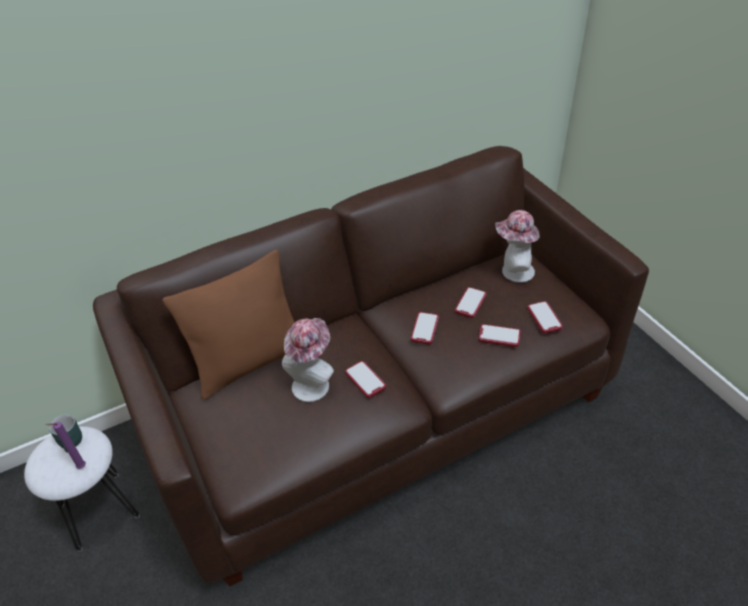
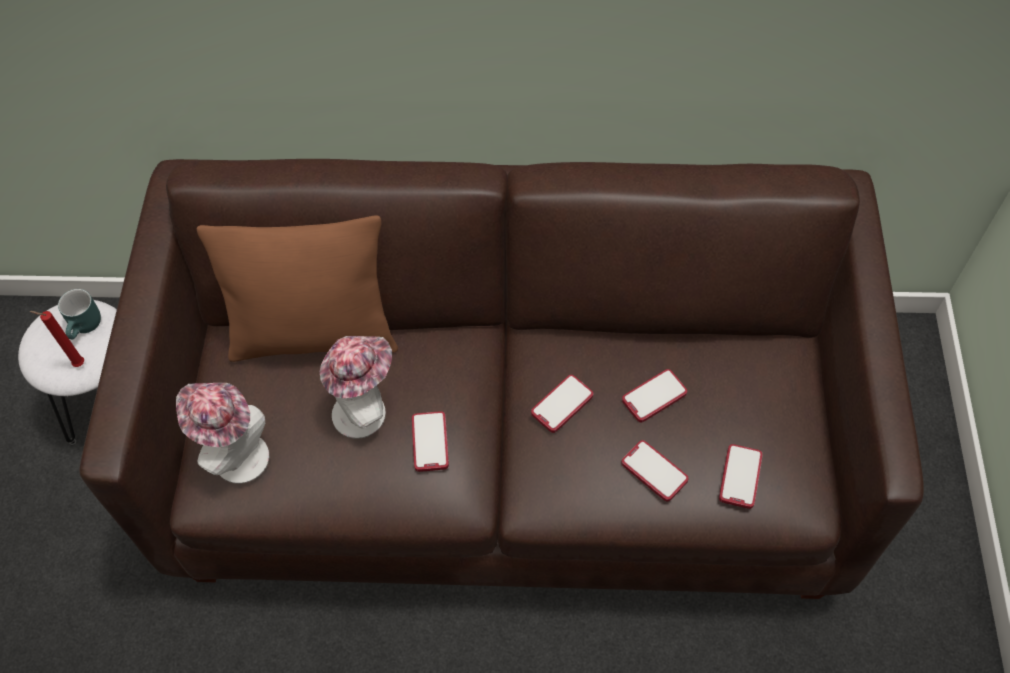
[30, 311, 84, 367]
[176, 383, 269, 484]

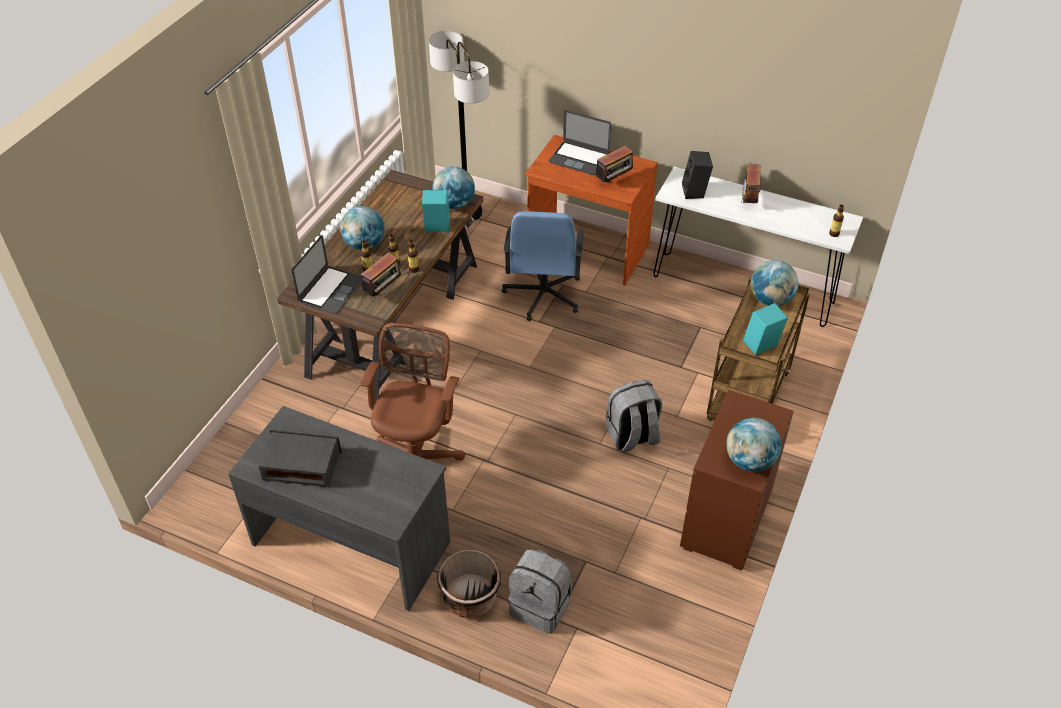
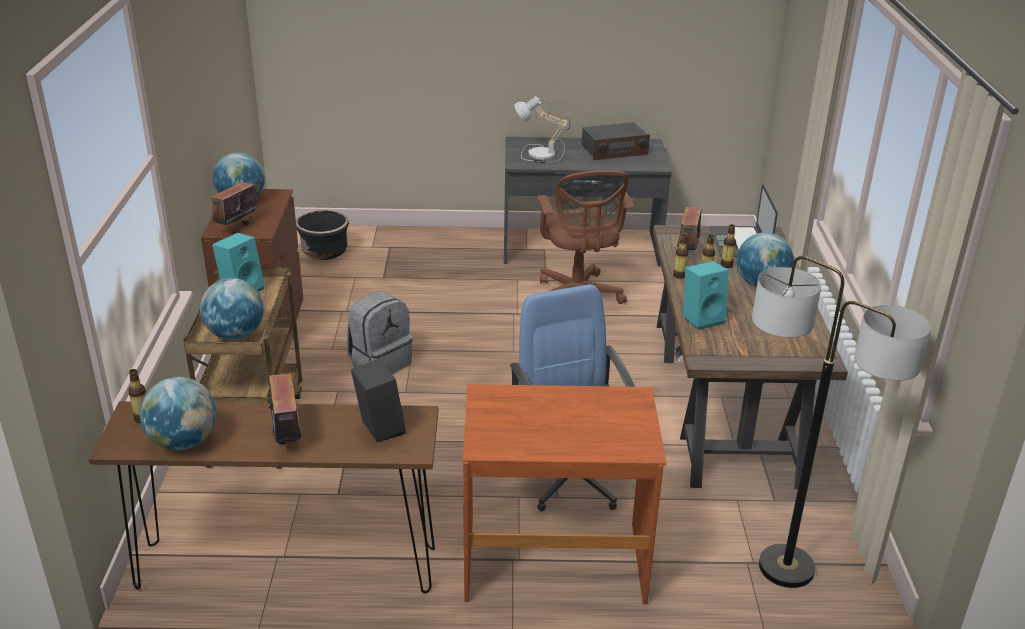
[140, 377, 216, 450]
[296, 210, 349, 260]
[508, 549, 572, 634] (first image)
[548, 110, 612, 175] (first image)
[212, 182, 261, 226]
[89, 401, 438, 593]
[514, 96, 570, 163]

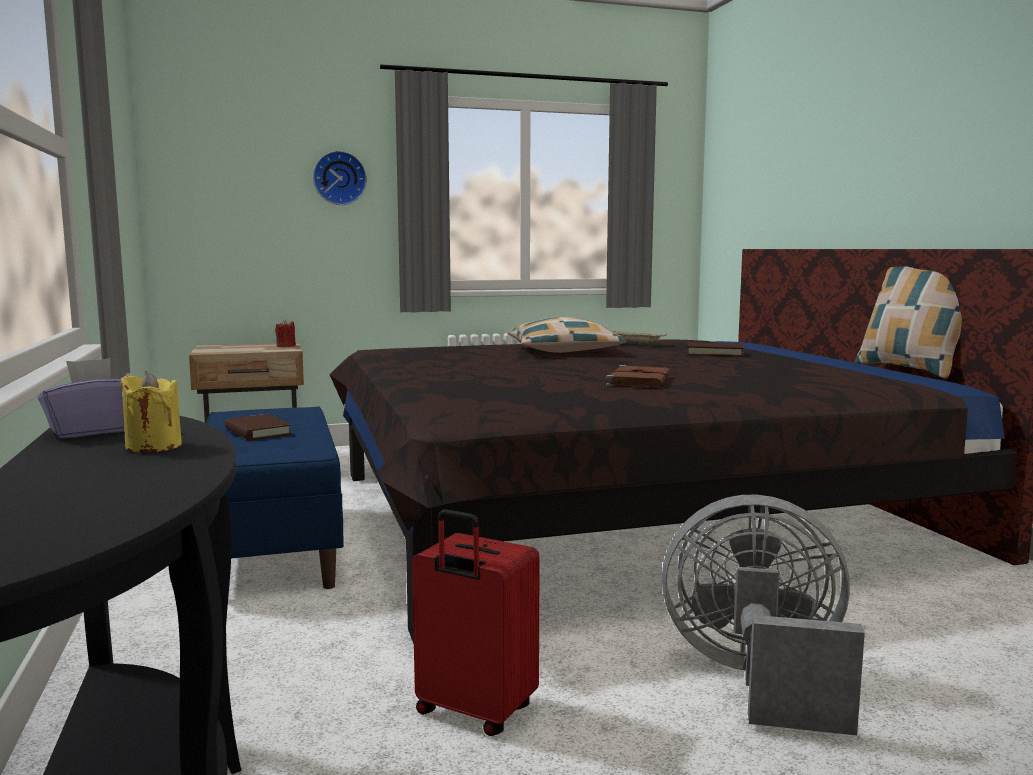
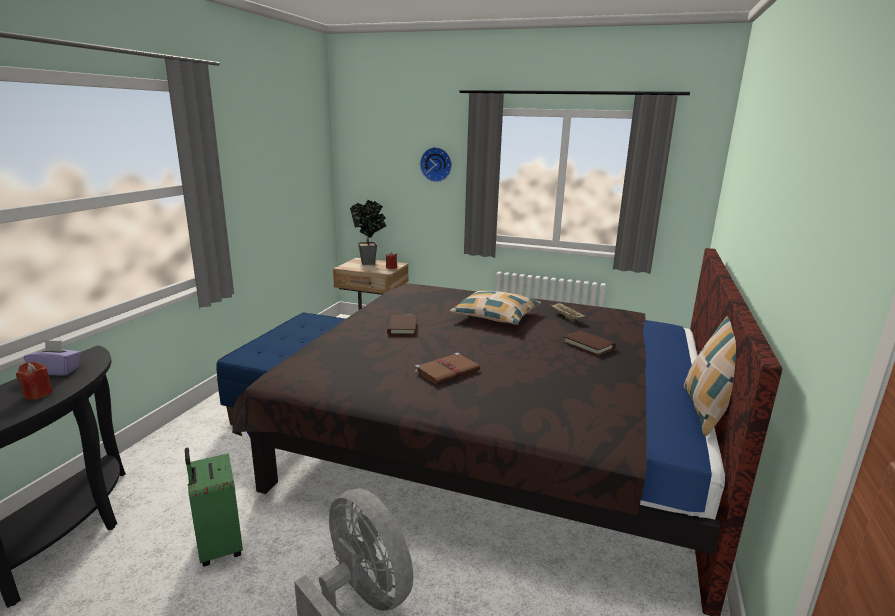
[16, 361, 53, 400]
[387, 315, 417, 335]
[185, 448, 243, 567]
[350, 200, 386, 265]

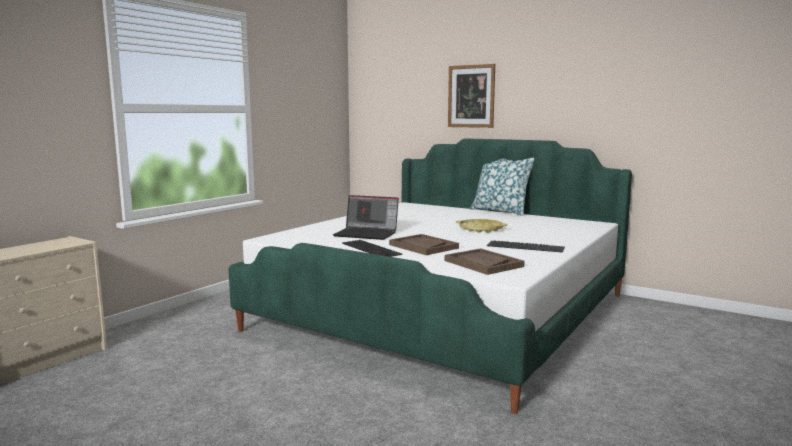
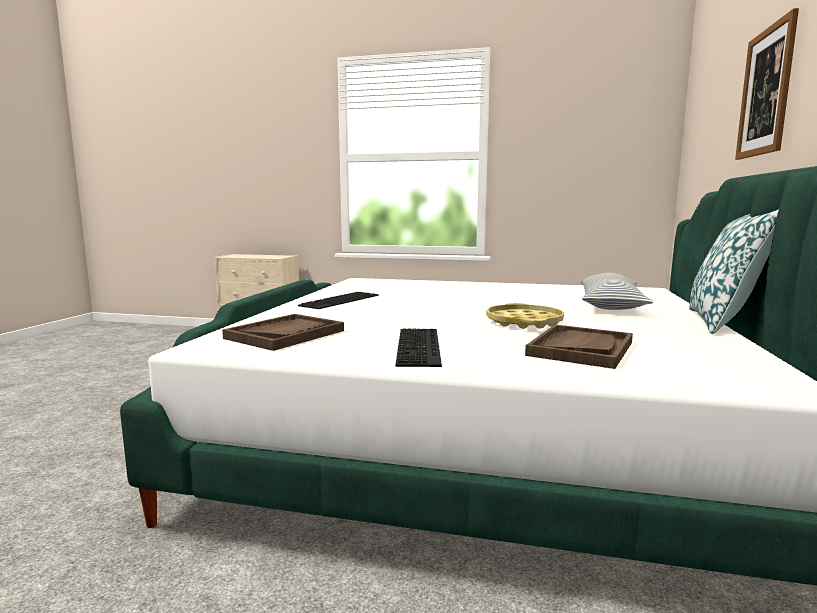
[333, 195, 399, 240] (first image)
[525, 325, 633, 369]
[580, 273, 653, 310]

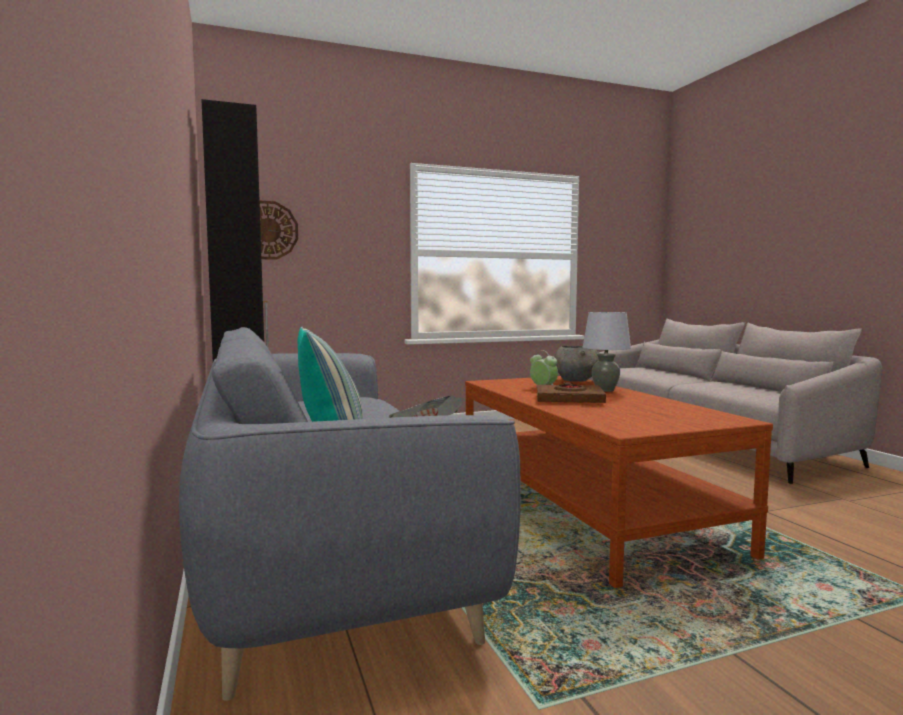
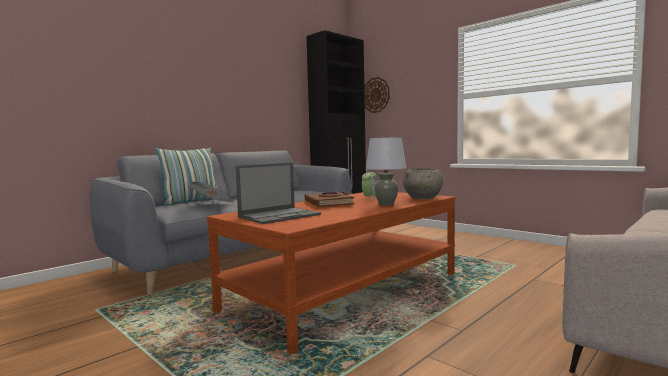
[235, 163, 321, 224]

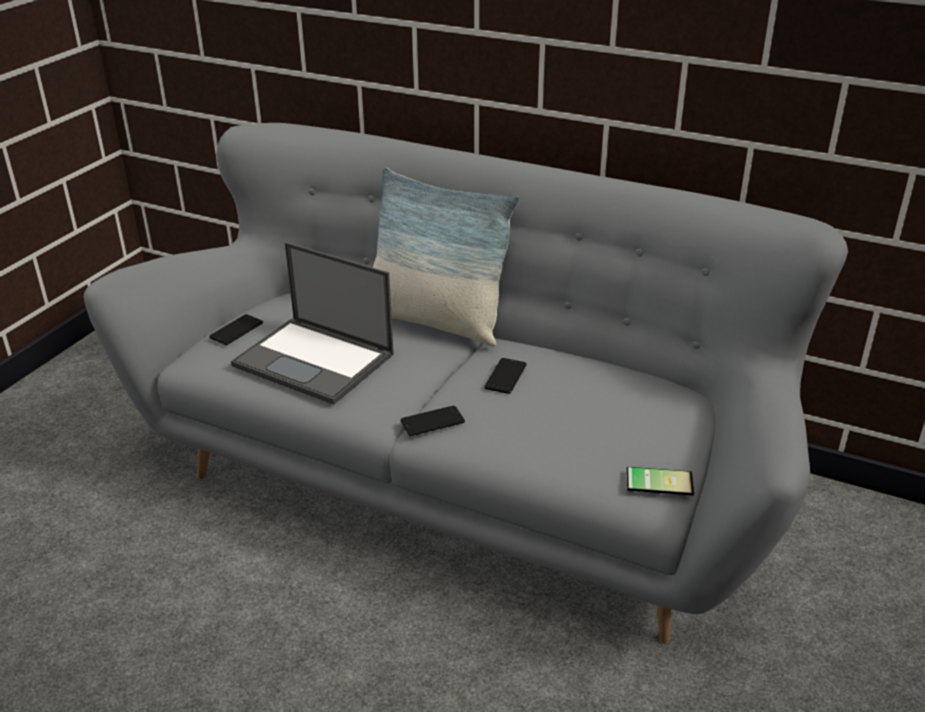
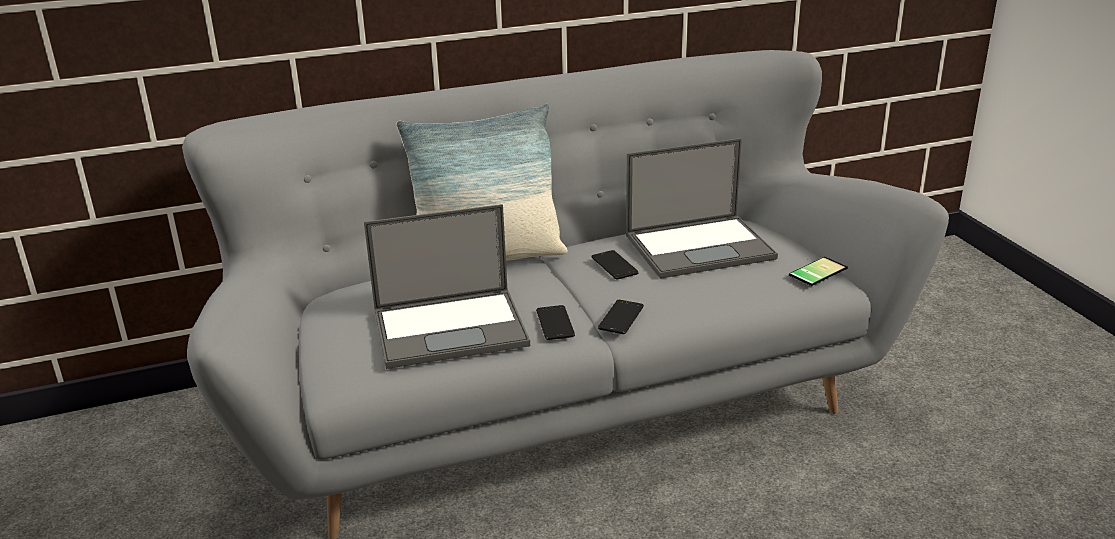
[536, 305, 575, 340]
[626, 138, 778, 279]

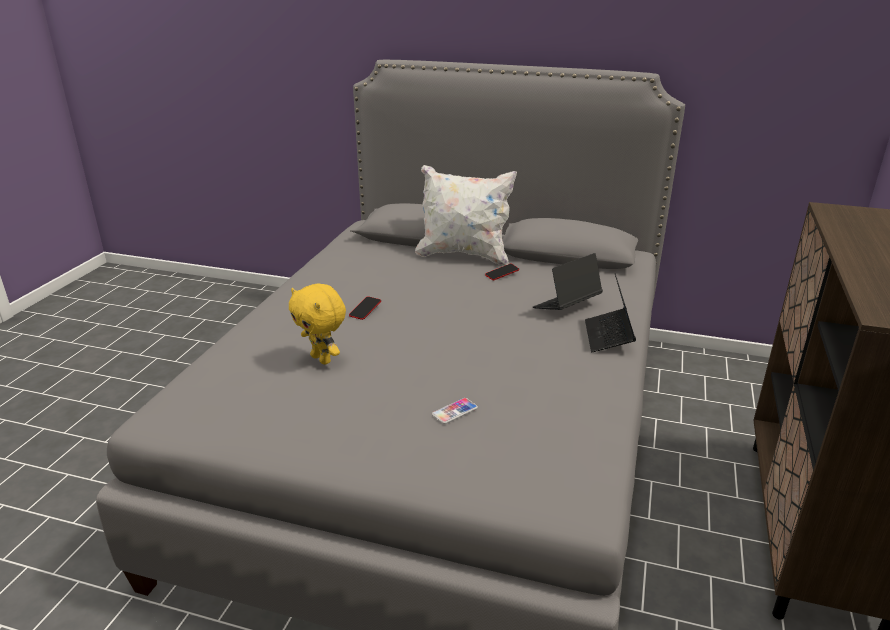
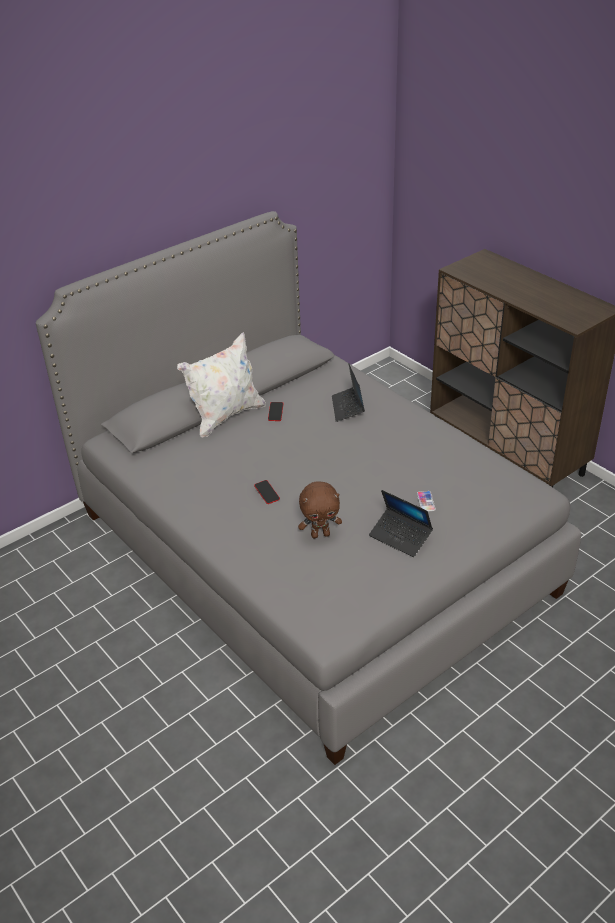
[298, 481, 342, 538]
[369, 490, 433, 557]

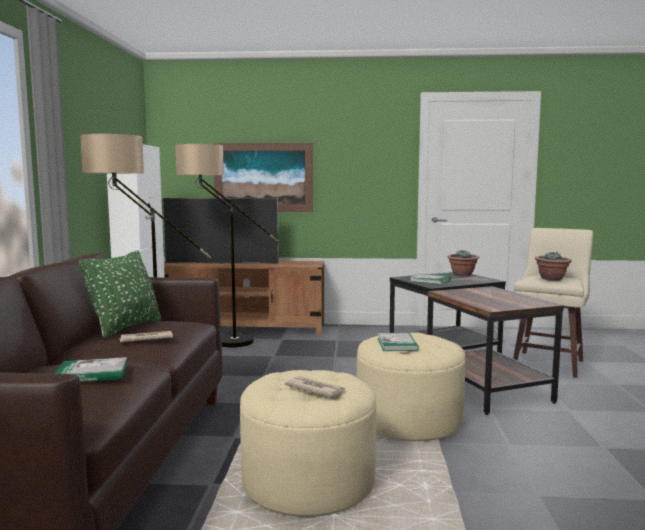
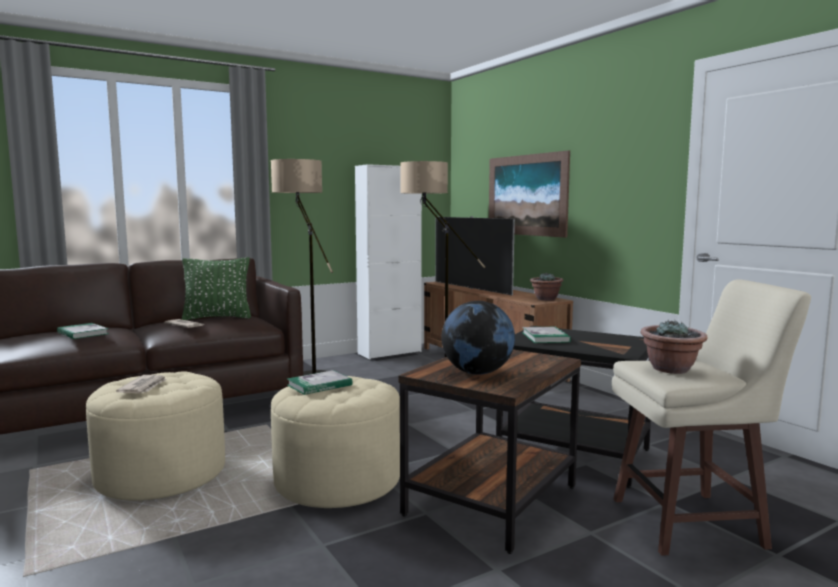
[530, 272, 564, 301]
[441, 301, 515, 375]

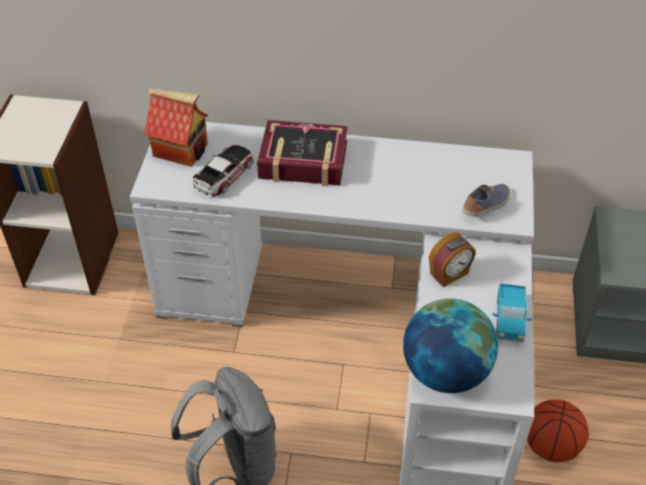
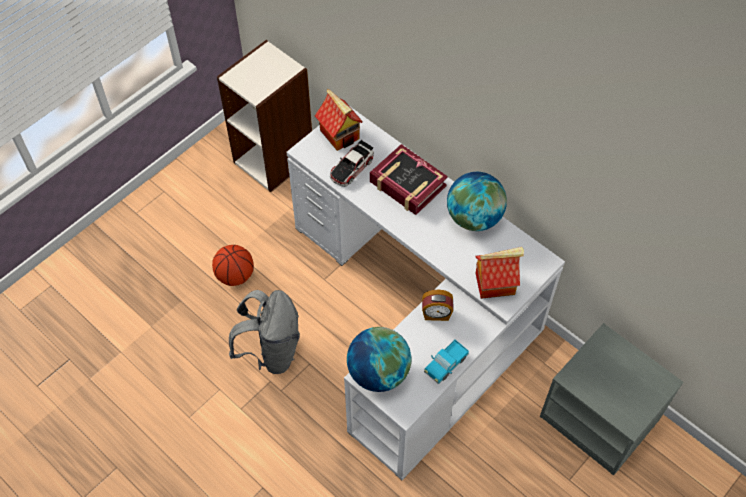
[330, 140, 374, 187]
[476, 247, 524, 299]
[212, 245, 254, 286]
[447, 172, 507, 231]

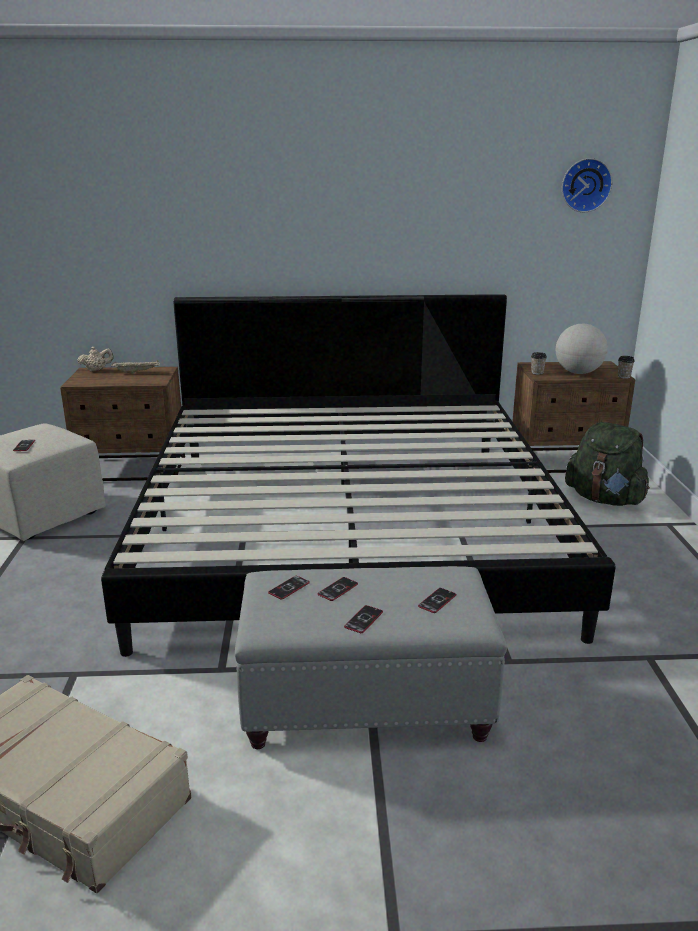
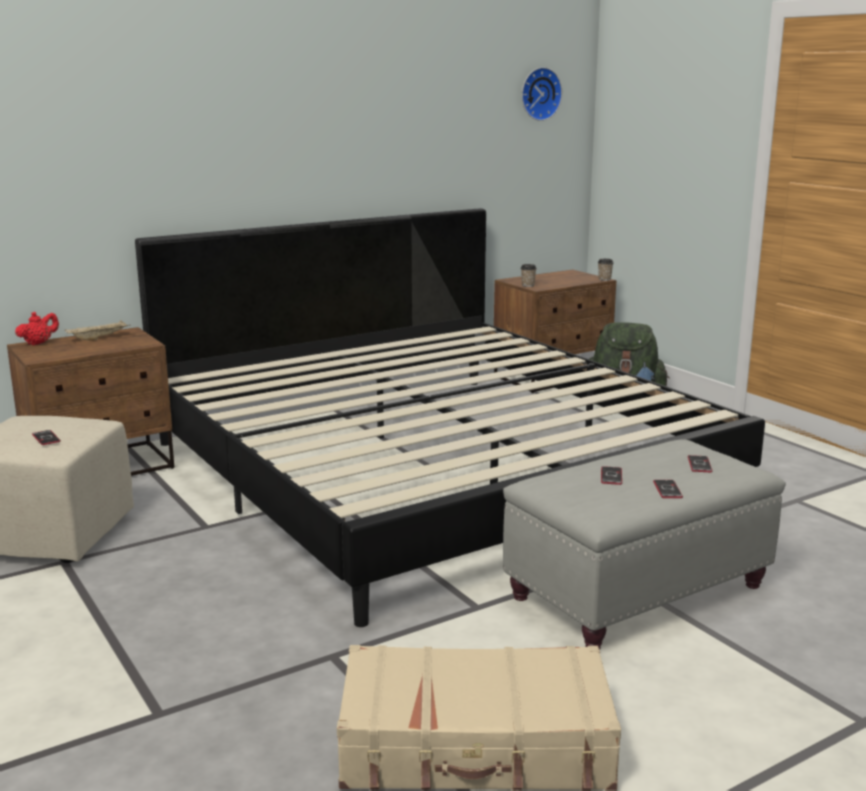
[15, 312, 59, 346]
[268, 576, 310, 600] (first image)
[556, 324, 608, 374] (first image)

